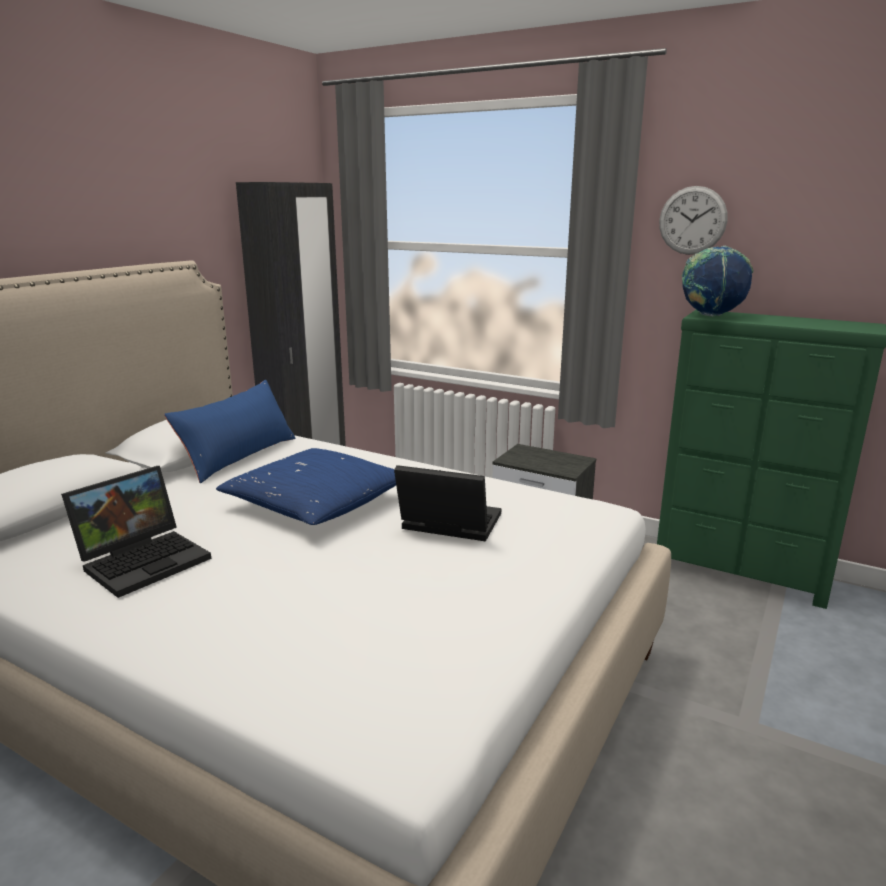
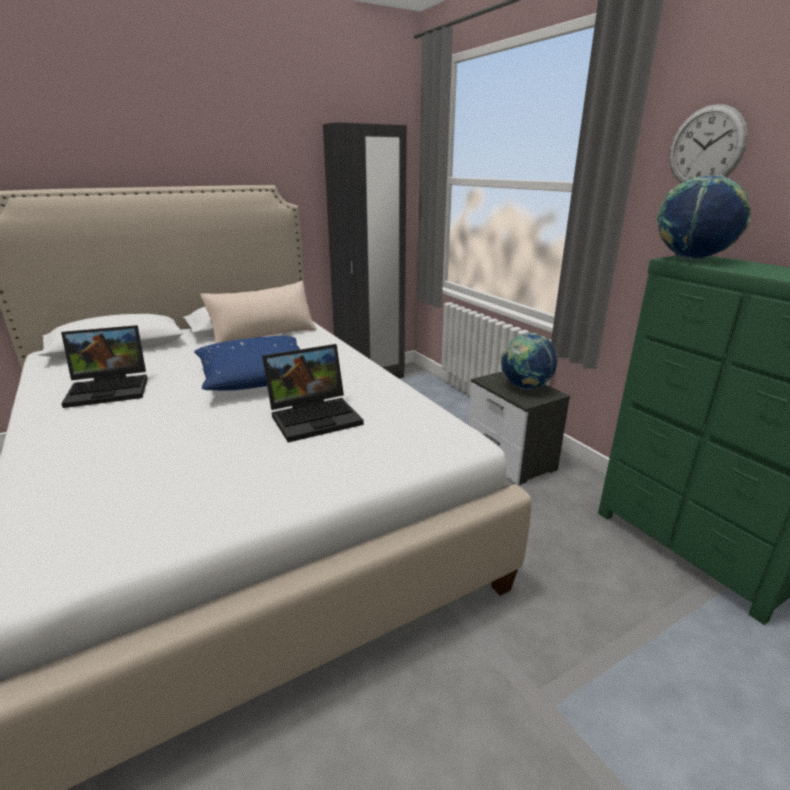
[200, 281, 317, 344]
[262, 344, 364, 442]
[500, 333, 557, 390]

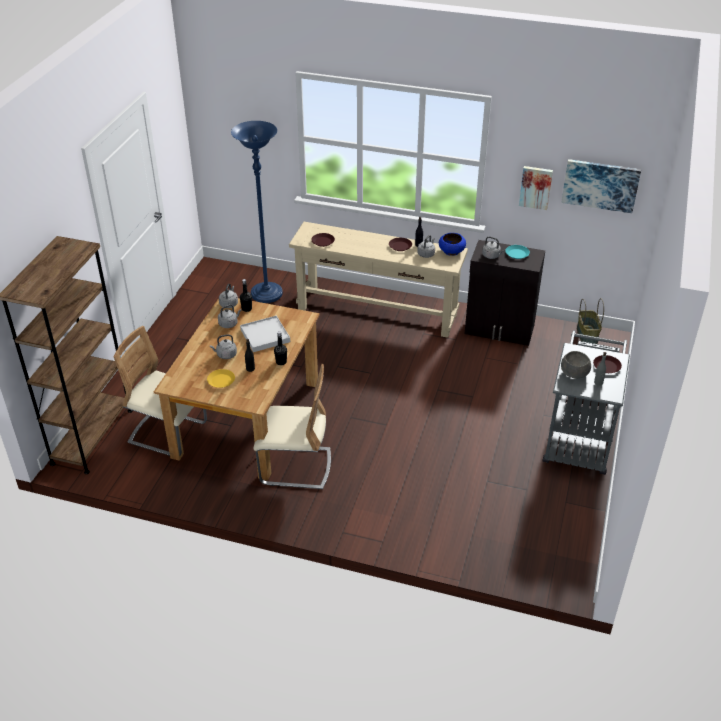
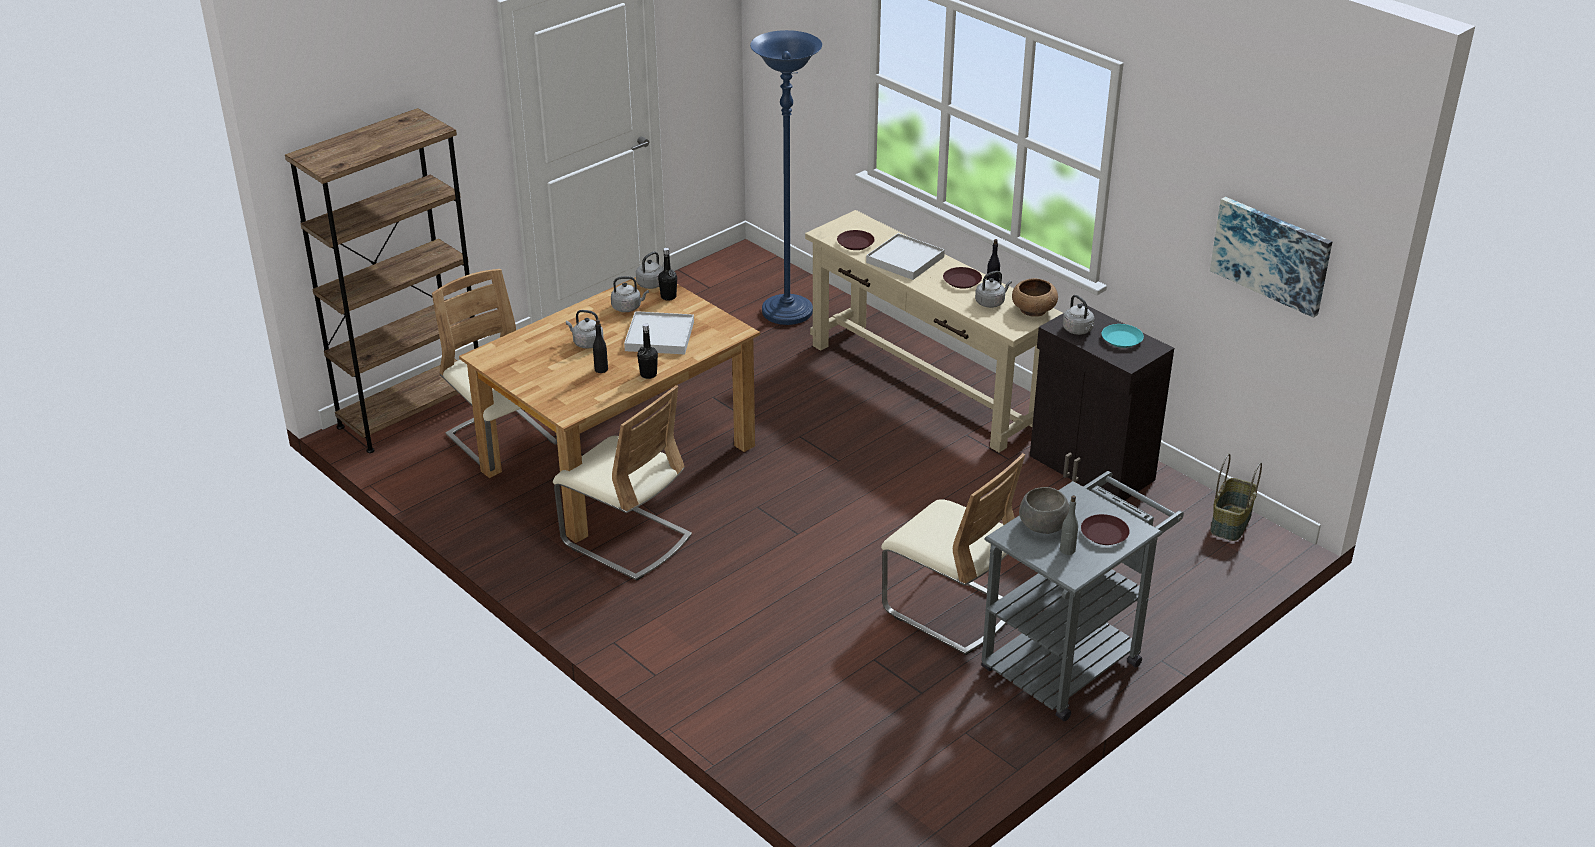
[207, 369, 235, 388] (first image)
[1012, 278, 1058, 317]
[519, 166, 553, 210] (first image)
[866, 233, 945, 280]
[881, 453, 1025, 655]

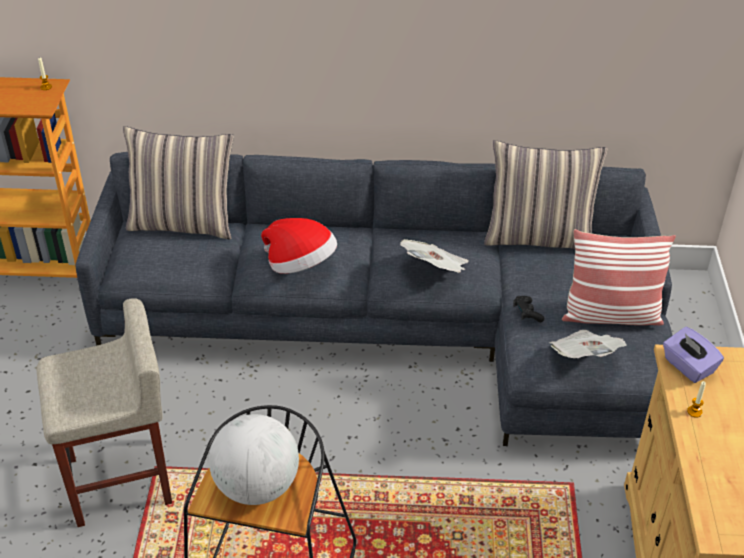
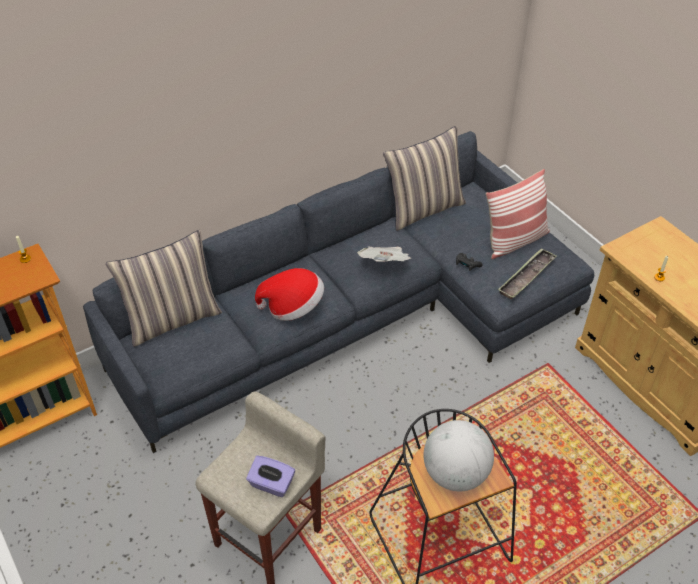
[498, 248, 557, 299]
[246, 456, 295, 497]

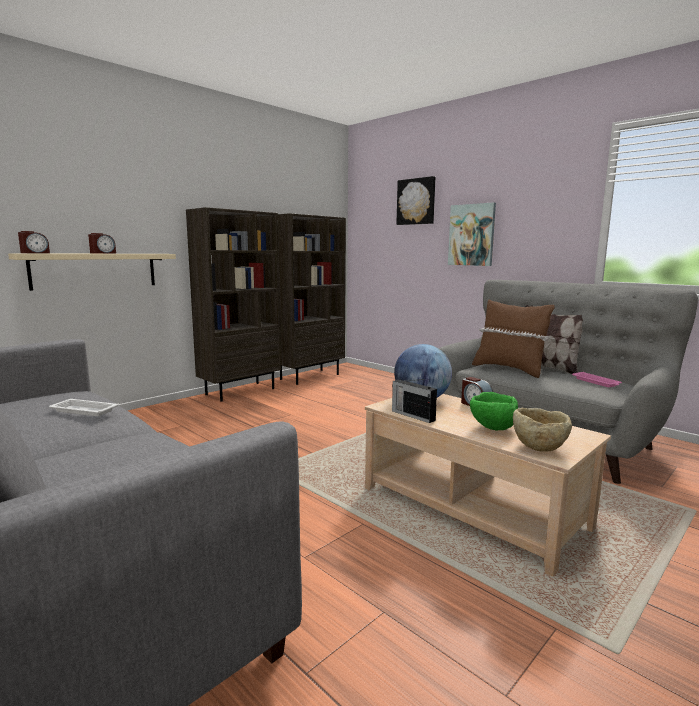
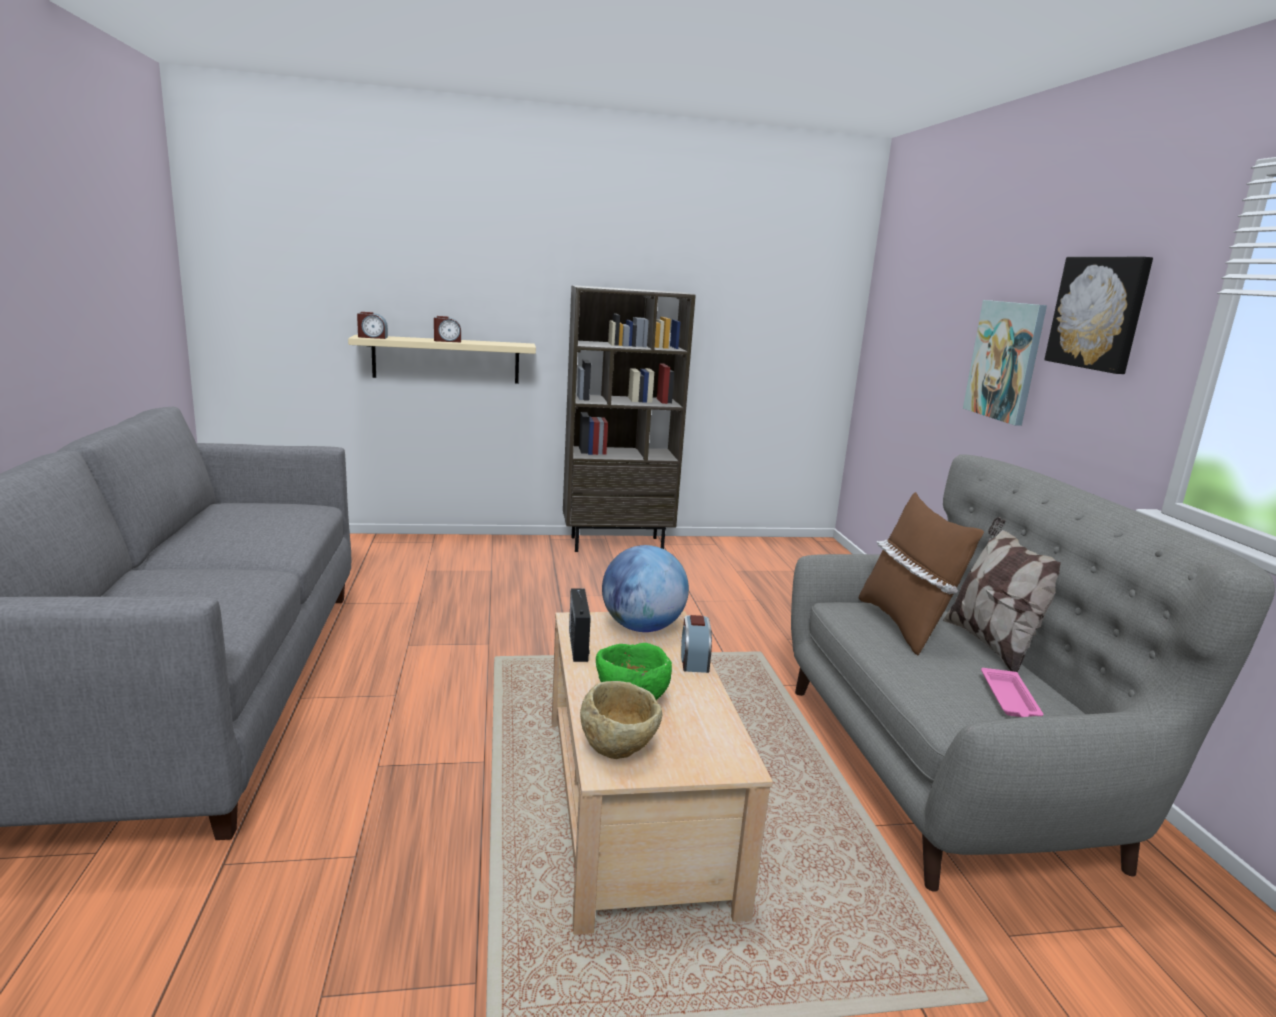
[49, 399, 119, 416] (first image)
[278, 213, 346, 385] (first image)
[1044, 257, 1153, 374]

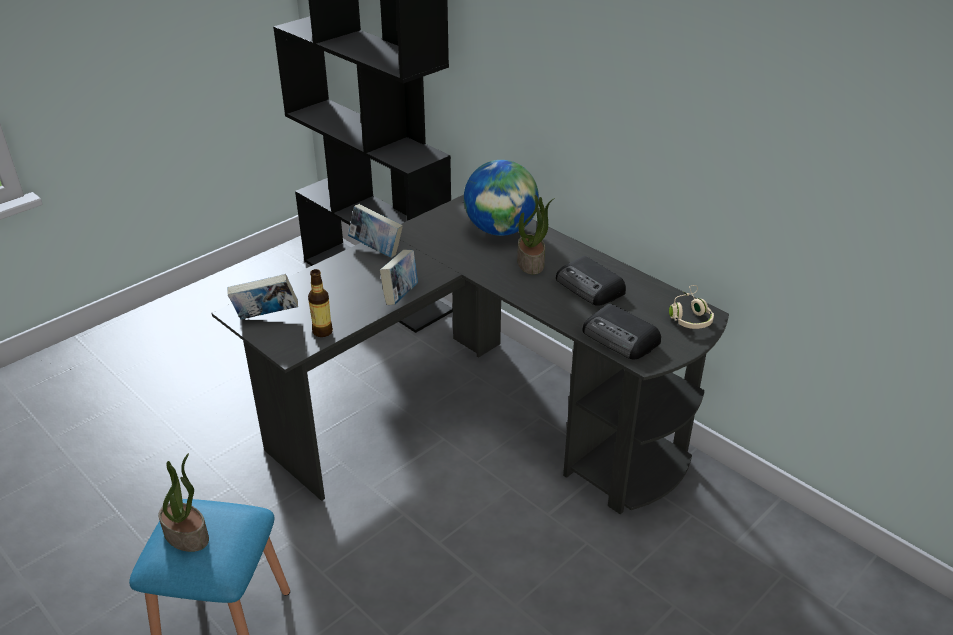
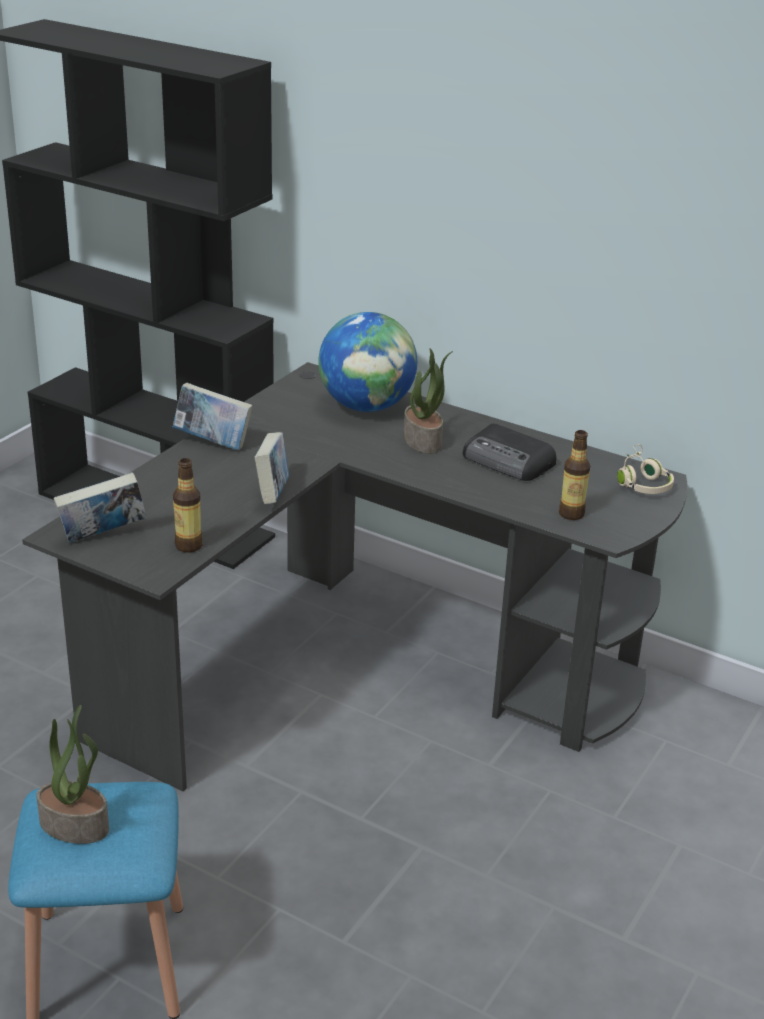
[559, 430, 590, 520]

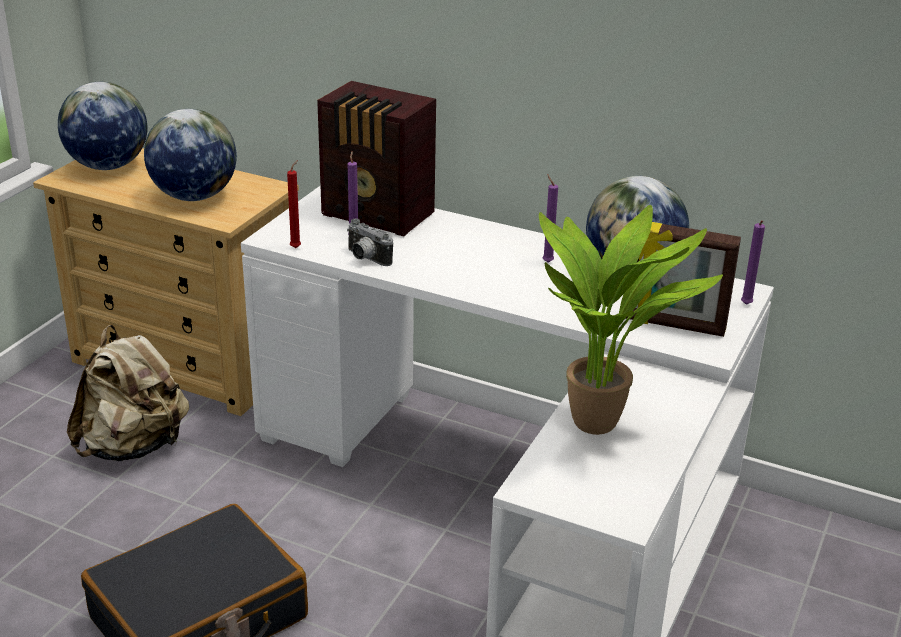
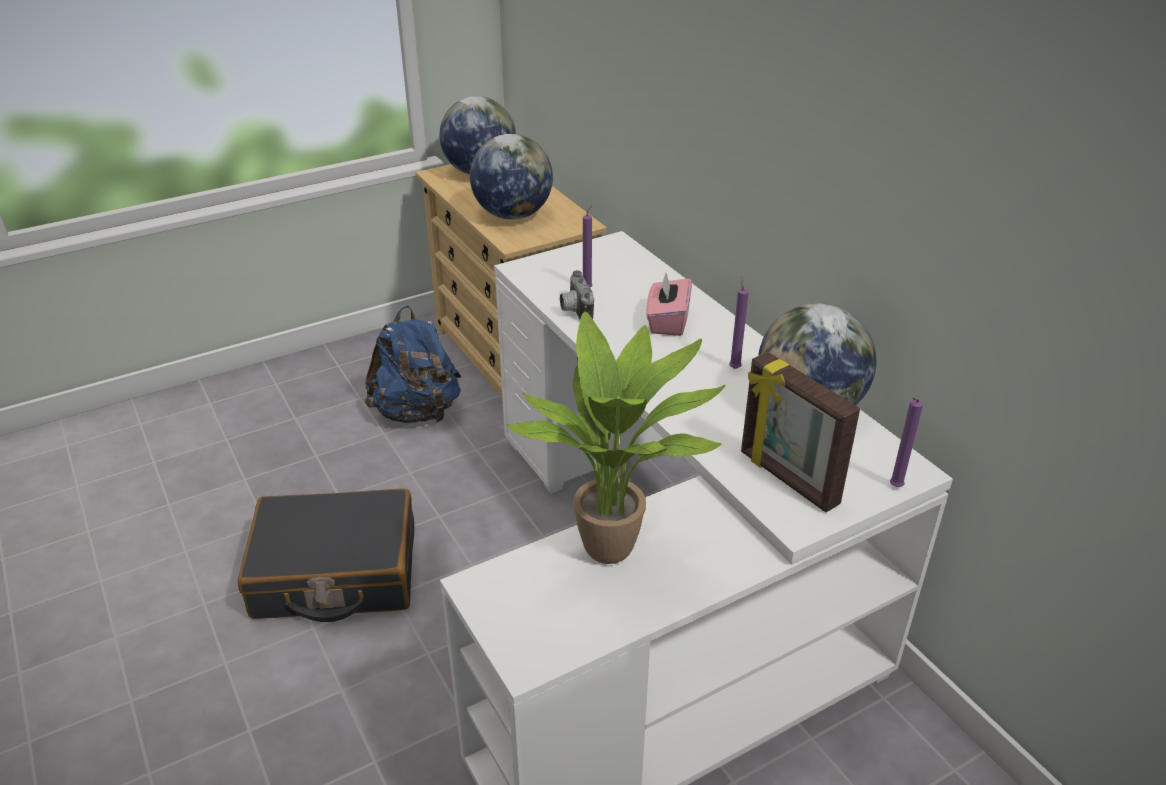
[365, 306, 461, 423]
[287, 160, 301, 248] (first image)
[317, 81, 436, 236] (first image)
[646, 273, 692, 336]

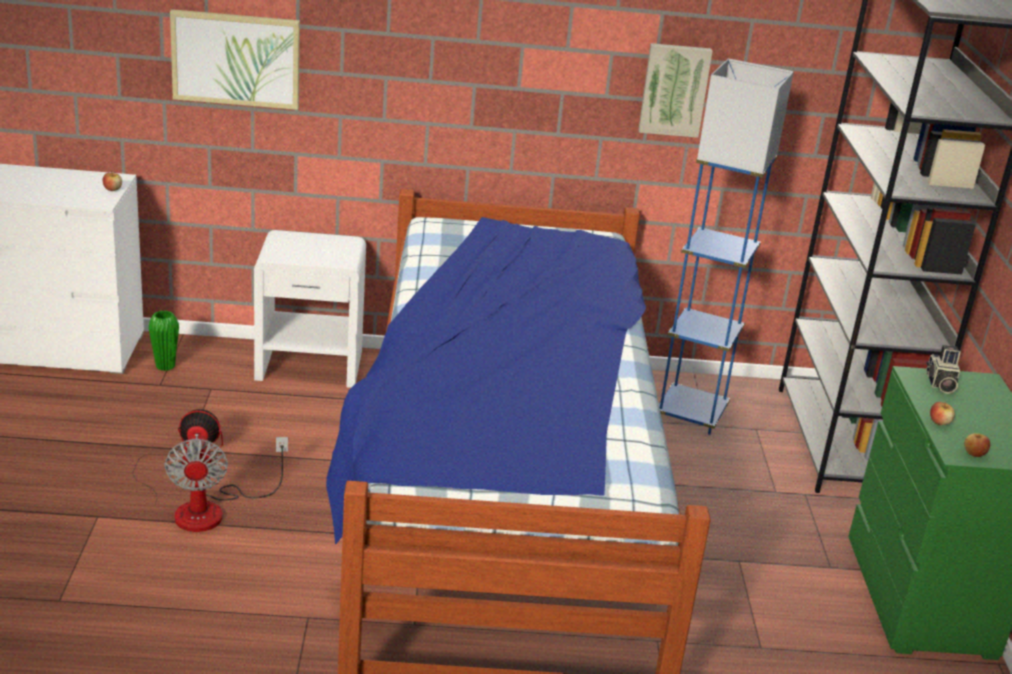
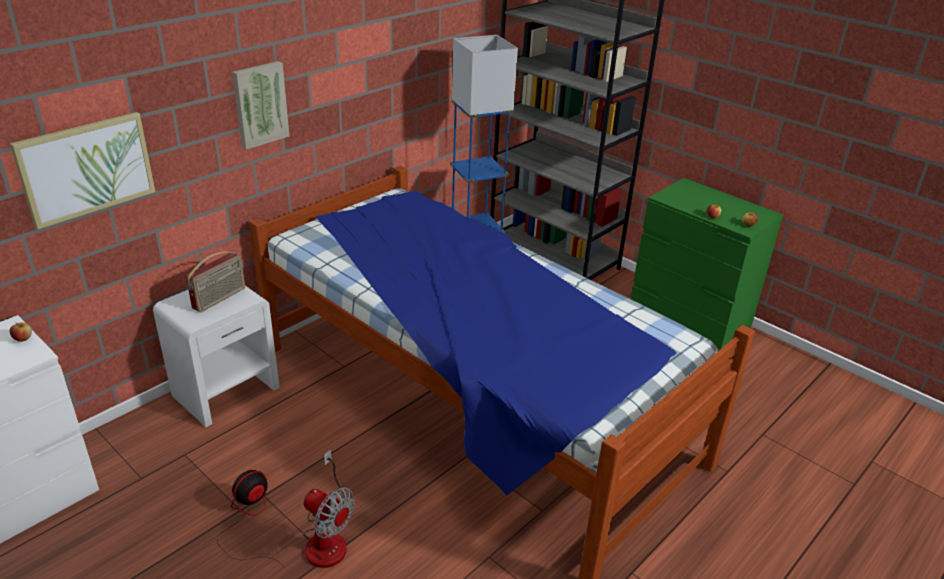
[149, 311, 179, 371] (first image)
[232, 61, 289, 150]
[926, 345, 961, 394] (first image)
[186, 251, 245, 312]

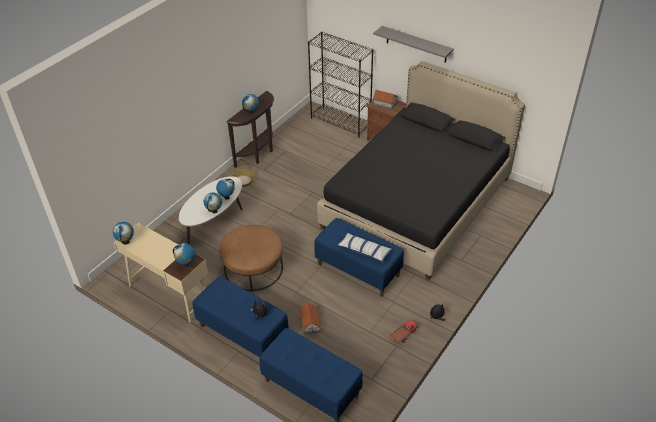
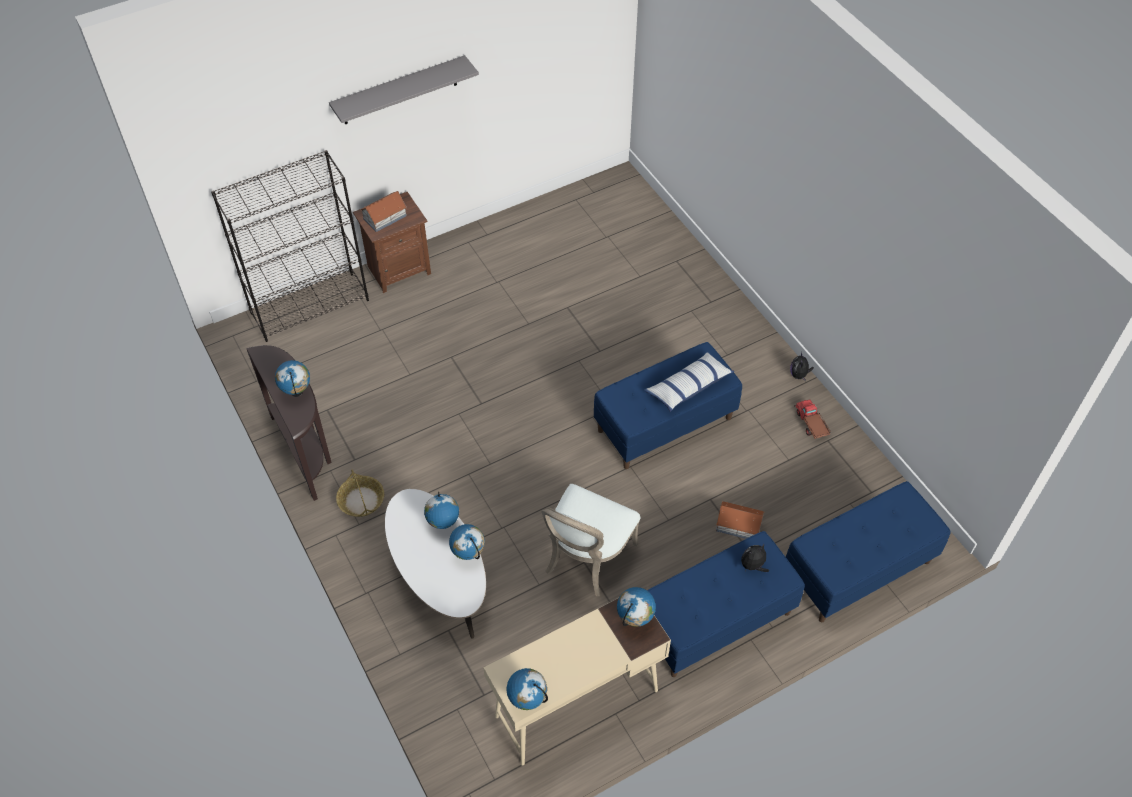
[541, 484, 640, 596]
[317, 61, 525, 280] (first image)

